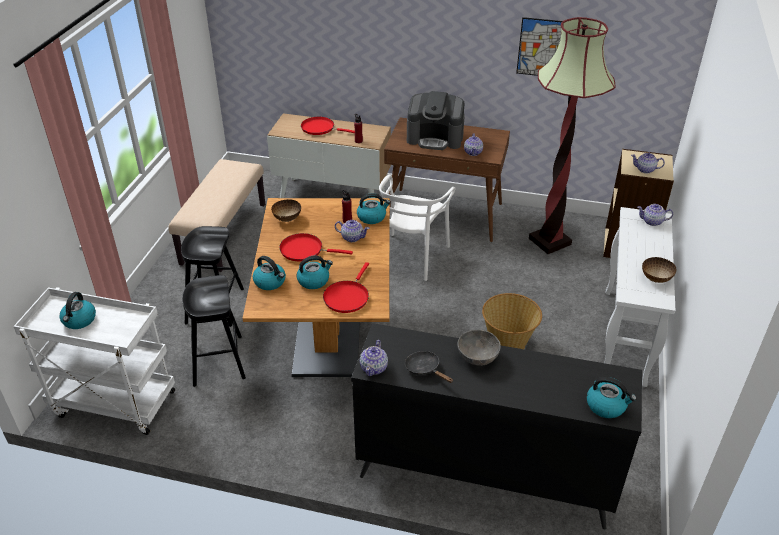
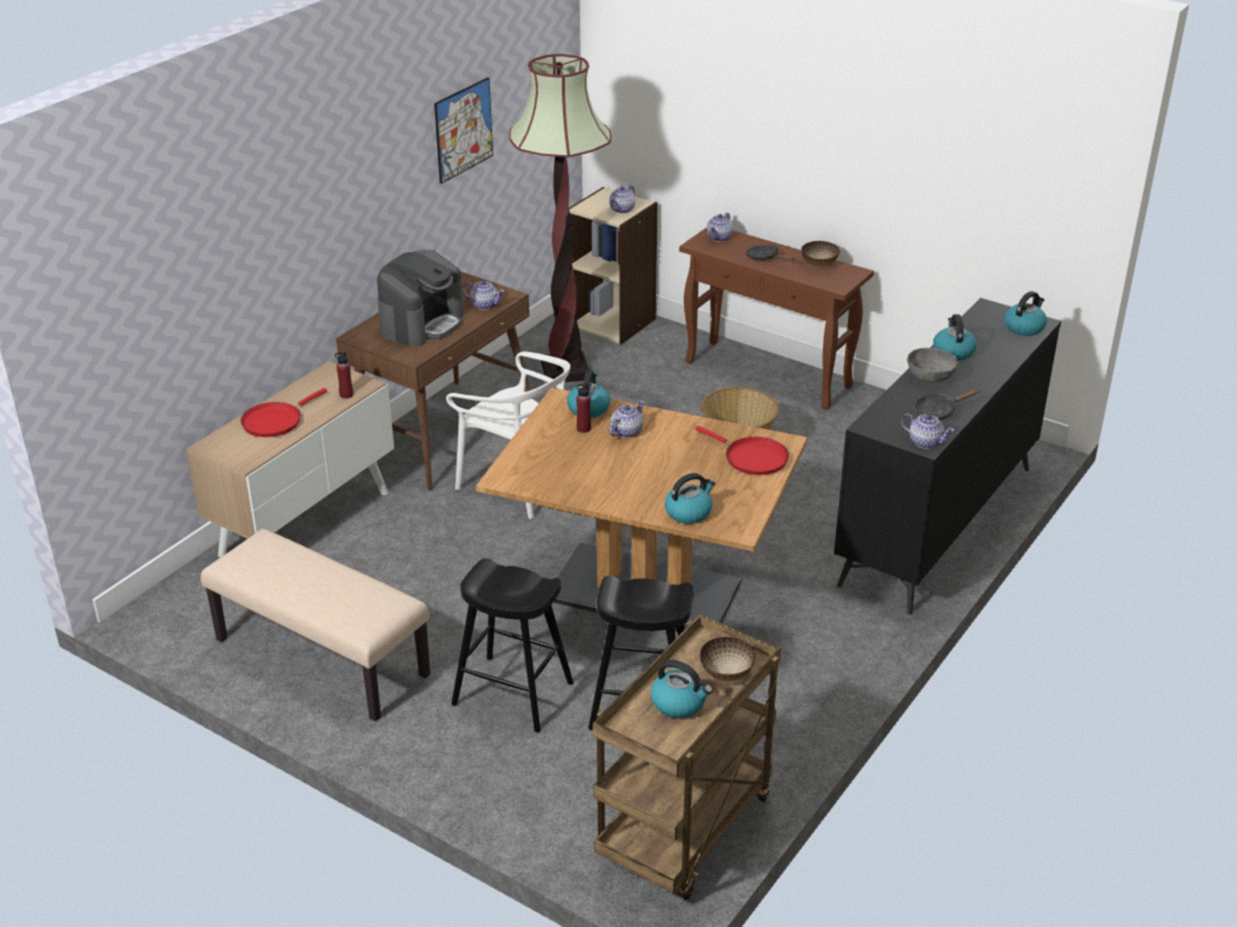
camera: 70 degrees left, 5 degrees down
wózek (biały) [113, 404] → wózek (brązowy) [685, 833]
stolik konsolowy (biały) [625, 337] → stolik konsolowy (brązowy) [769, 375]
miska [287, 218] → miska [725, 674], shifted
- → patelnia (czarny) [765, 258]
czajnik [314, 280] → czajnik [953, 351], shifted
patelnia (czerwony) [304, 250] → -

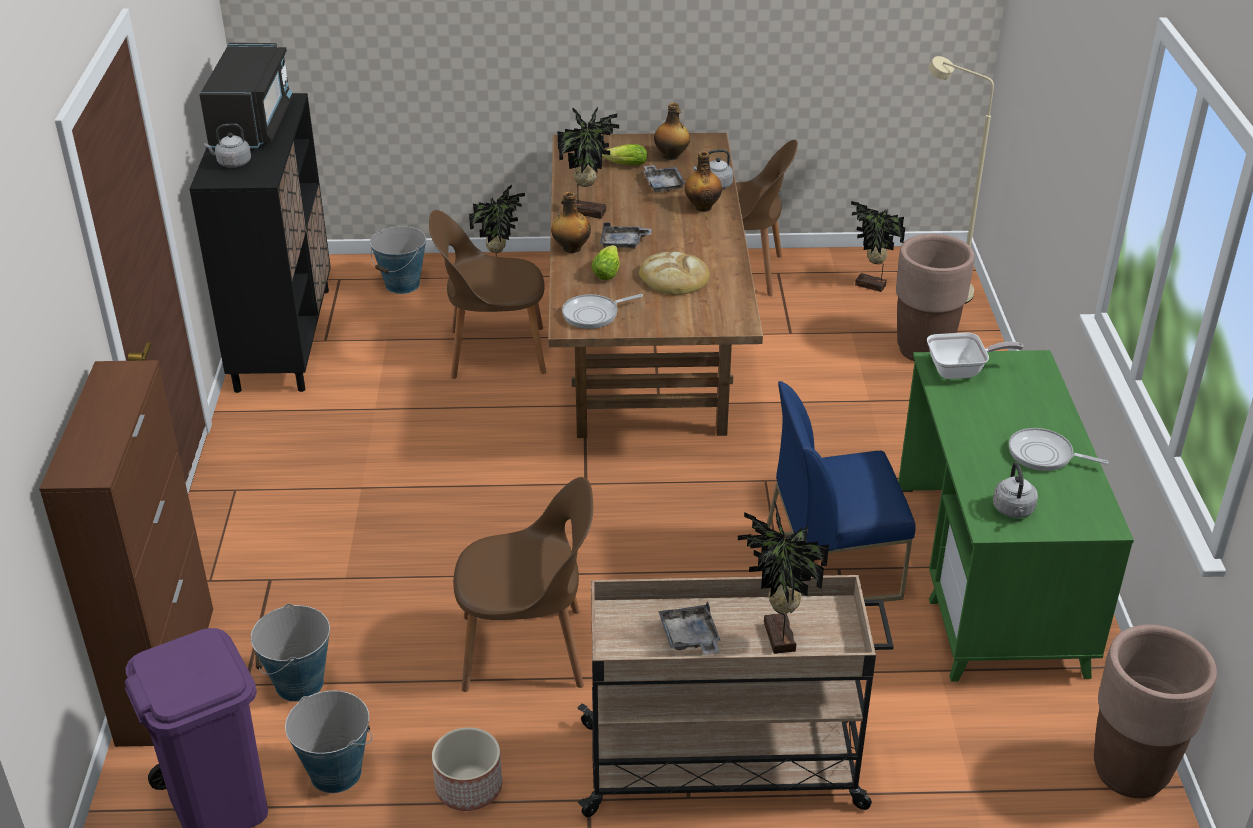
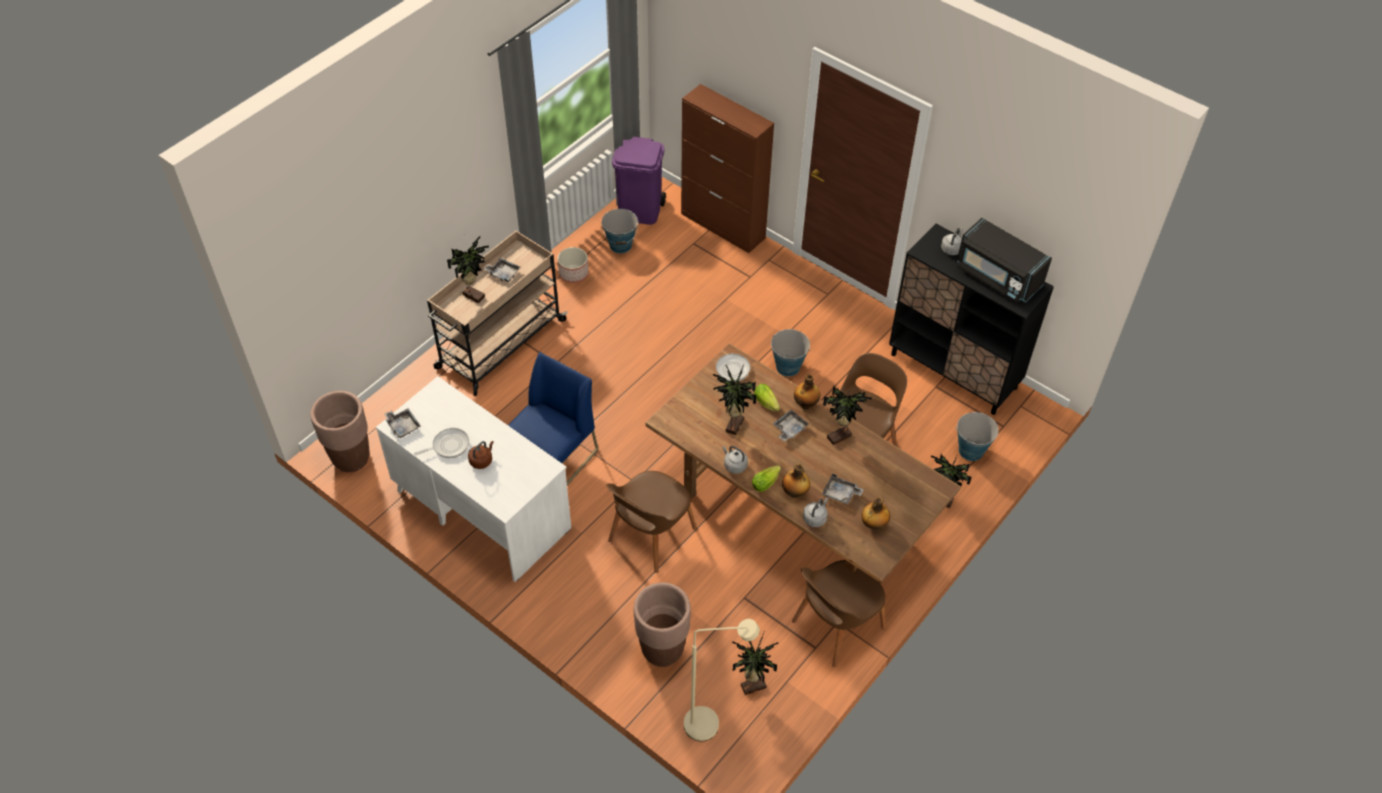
camera: 130 degrees right, 15 degrees up
biurko (zielony) [990, 580] → biurko (biały) [480, 509]
- → taca (szary) [403, 426]
- → czajnik (brązowy) [482, 460]
krzesło (brązowy) [527, 650] → krzesło (brązowy) [650, 536], shifted
chleb [674, 278] → roślina doniczkowa [732, 425]
czajnik (szary) [1013, 511] → czajnik (szary) [734, 465], shifted
sałata [624, 165] → sałata [767, 482], shifted
wiadro [299, 684] → wiadro [787, 367], shifted
patelnia [961, 371] → -

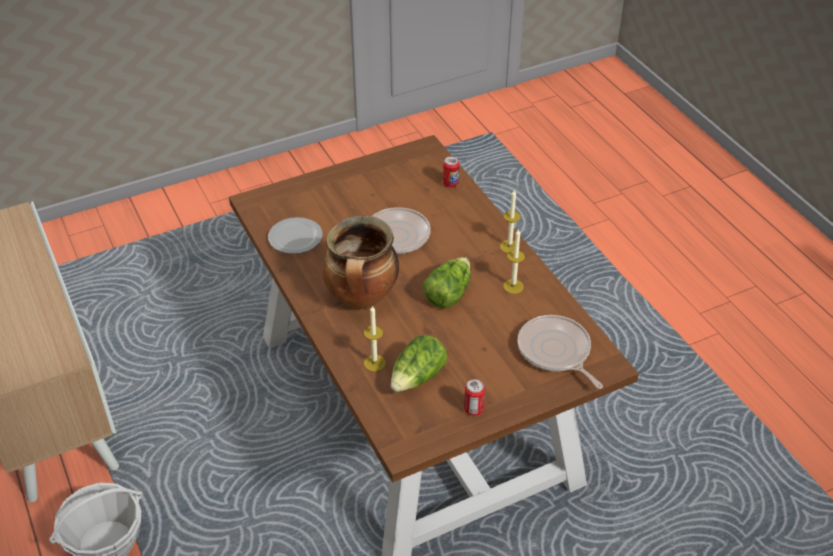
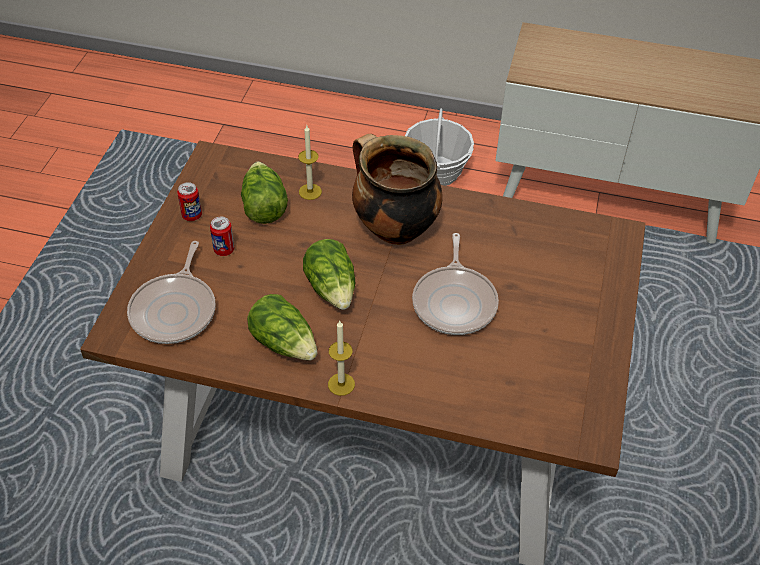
camera: 130 degrees right, 5 degrees up
patelnia [555, 352] → patelnia [175, 310], 90 degrees clockwise
puszka [450, 184] → puszka [224, 250], shifted
świeca [513, 286] → sałata [285, 343]
talerz [294, 237] → -

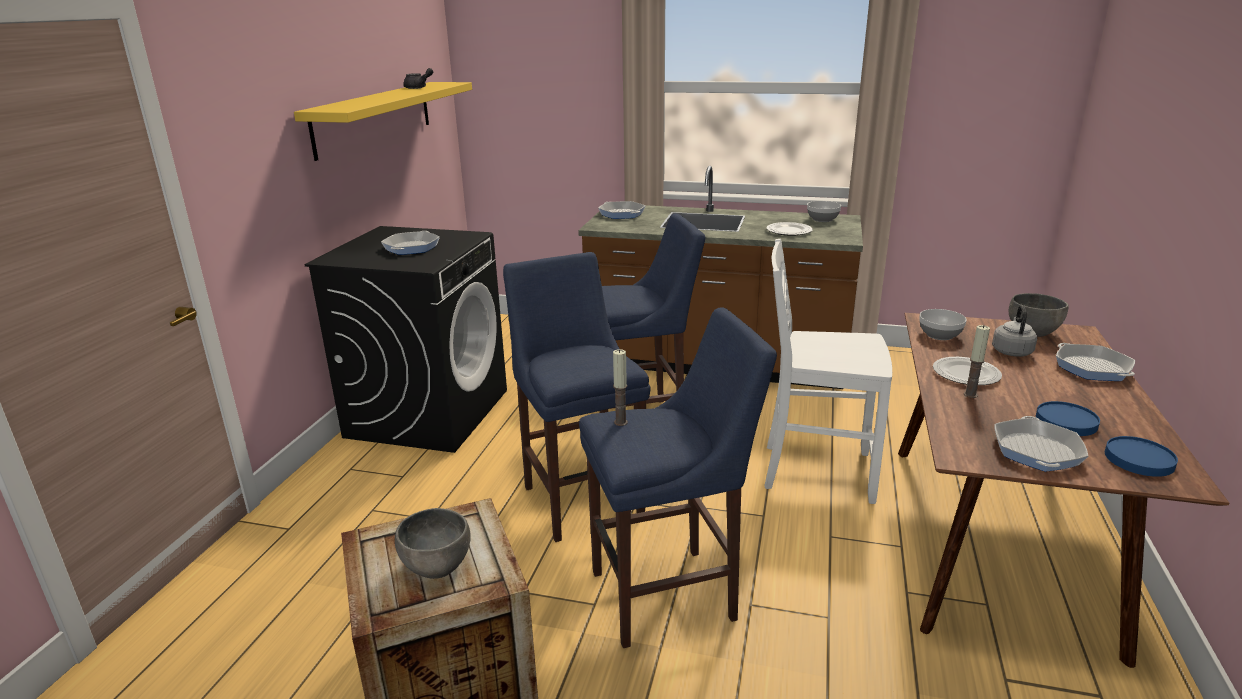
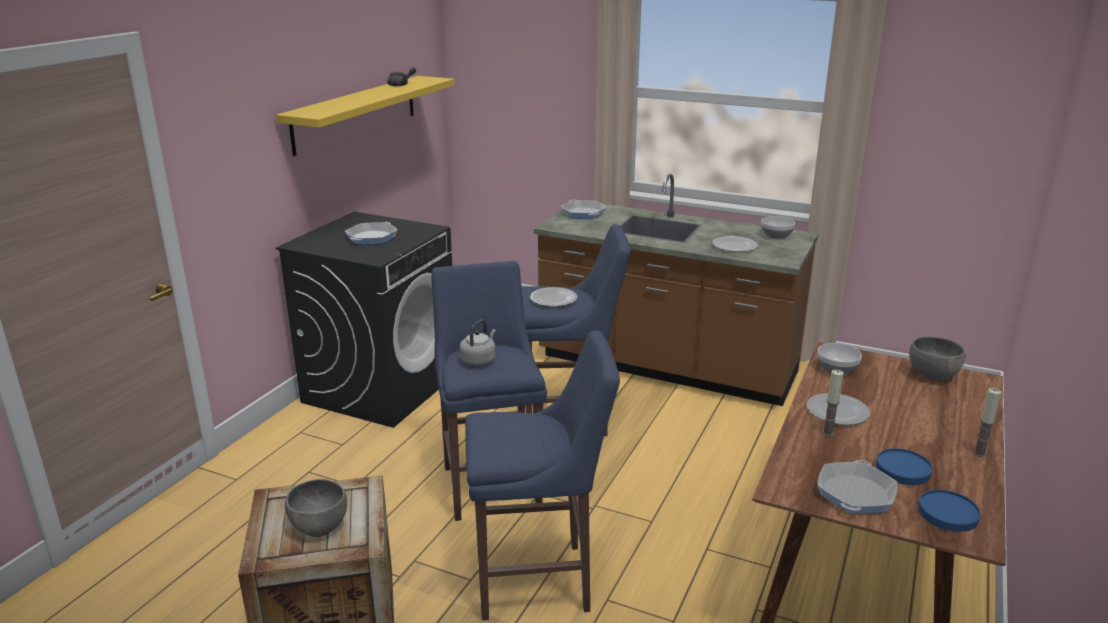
camera: 10 degrees right, 0 degrees up
czajnik (szary) [1011, 351] → czajnik (szary) [479, 360], shifted
- → talerz [554, 299]
świeca [620, 422] → świeca [979, 453], shifted
krzesło (biały) [815, 471] → -
patelnia [1092, 368] → -

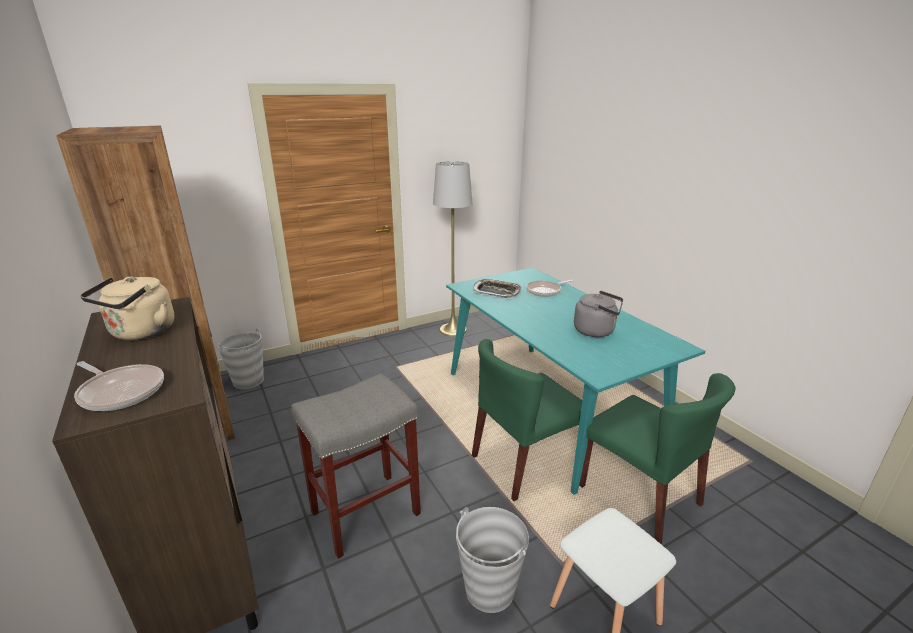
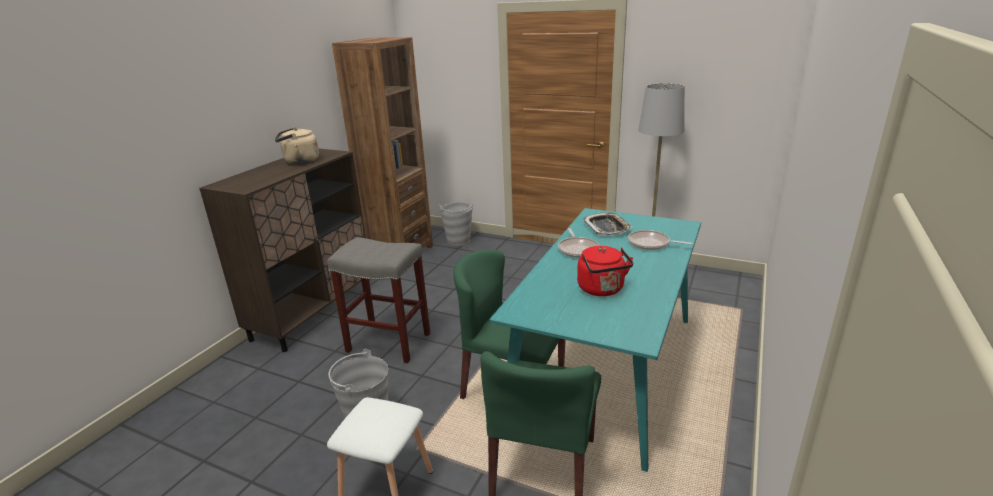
camera: 55 degrees right, 0 degrees up
patelnia [121, 391] → patelnia [577, 249], shifted
czajnik (szary) [596, 331] → czajnik (czerwony) [602, 290]

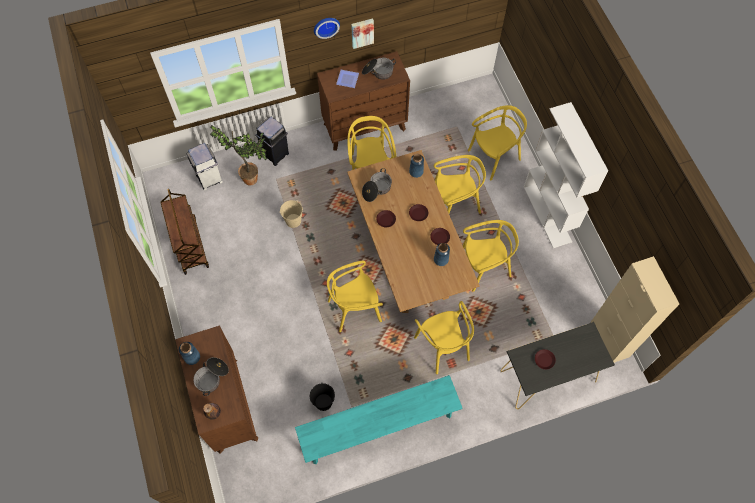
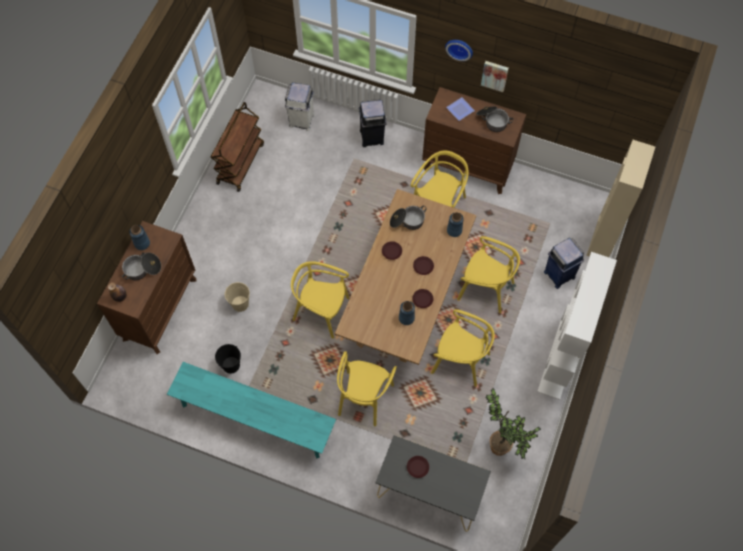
camera: 40 degrees right, 0 degrees up
wiadro (beżowy) [293, 221] → wiadro (beżowy) [240, 303], shifted
roślina doniczkowa [252, 179] → roślina doniczkowa [501, 448], shifted
krzesło (żółty) [494, 157] → kosz na śmieci (niebieski) [559, 274]
szafka (beżowy) [609, 339] → szafka (beżowy) [602, 239], shifted

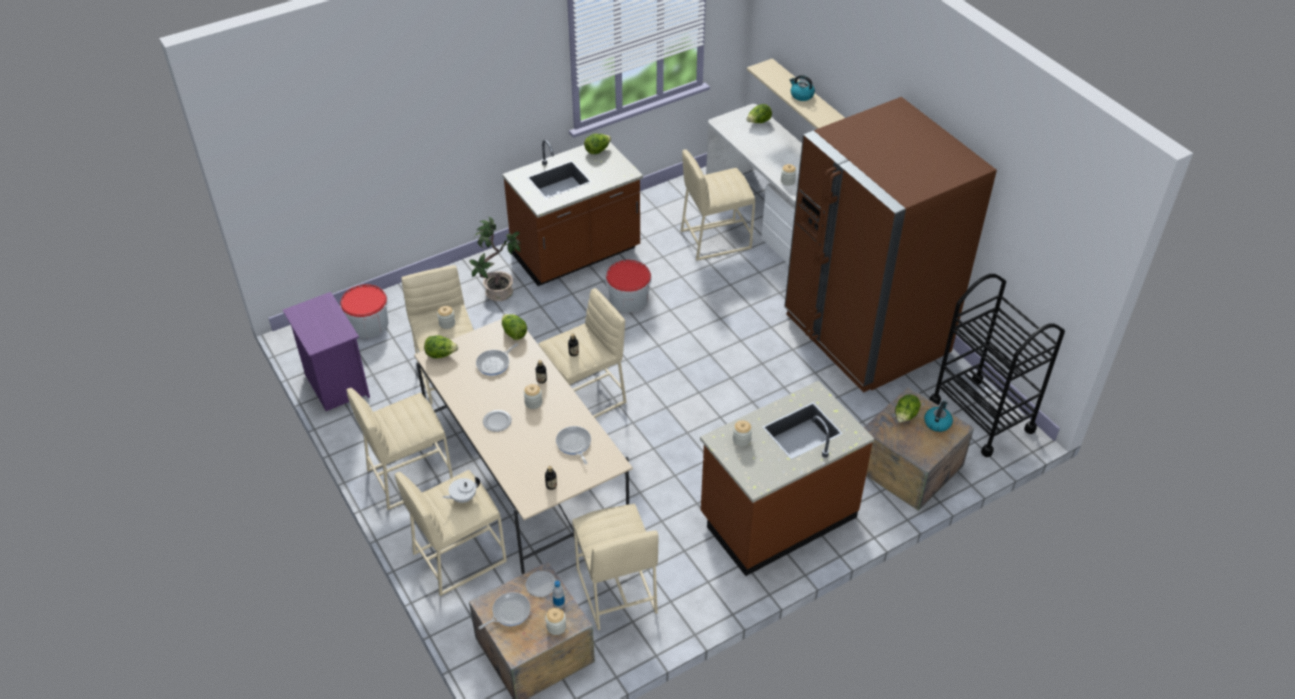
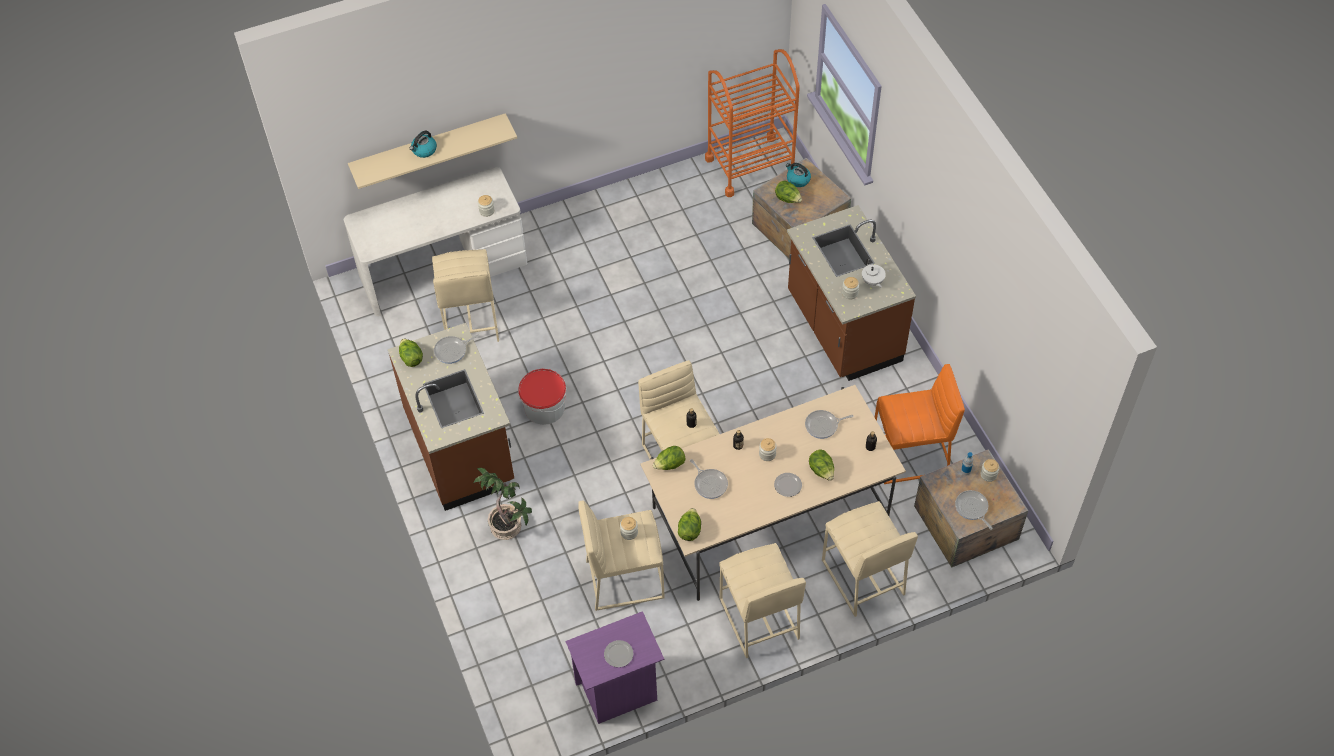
camera: 80 degrees left, 10 degrees up
- → patelnia [452, 351]
talerz [541, 585] → talerz [619, 654], shifted
wózek (czarny) [981, 416] → wózek (pomarańczowy) [750, 166]
sałata [758, 122] → sałata [821, 471], shifted
imbryk (biały) [463, 497] → imbryk (biały) [872, 281], shifted
stołek (beżowy) [615, 591] → stołek (pomarańczowy) [910, 456]
wiadro [368, 324] → -
lodówka (brązowy) [866, 333] → -

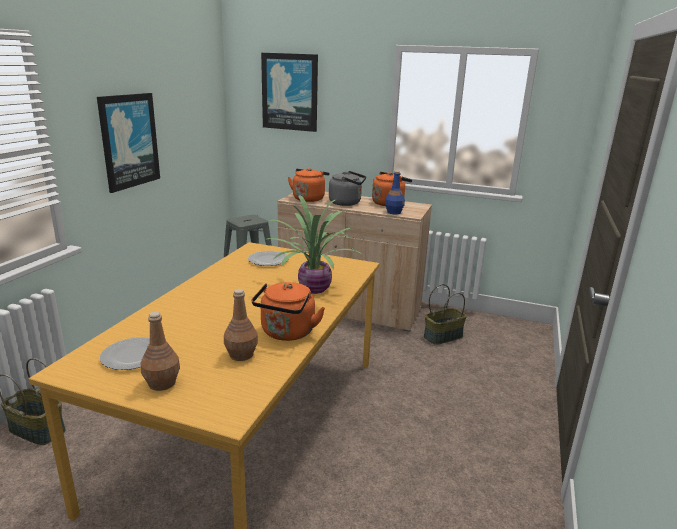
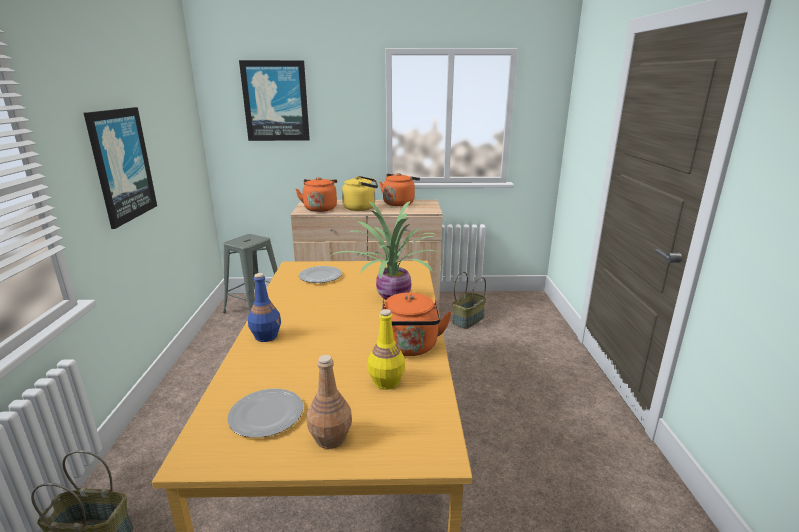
camera: 20 degrees left, 0 degrees up
butelka (niebieski) [394, 212] → butelka (niebieski) [266, 336], shifted
czajnik (szary) [347, 203] → czajnik (żółty) [361, 208]
butelka (brązowy) [241, 355] → butelka (żółty) [386, 382]

